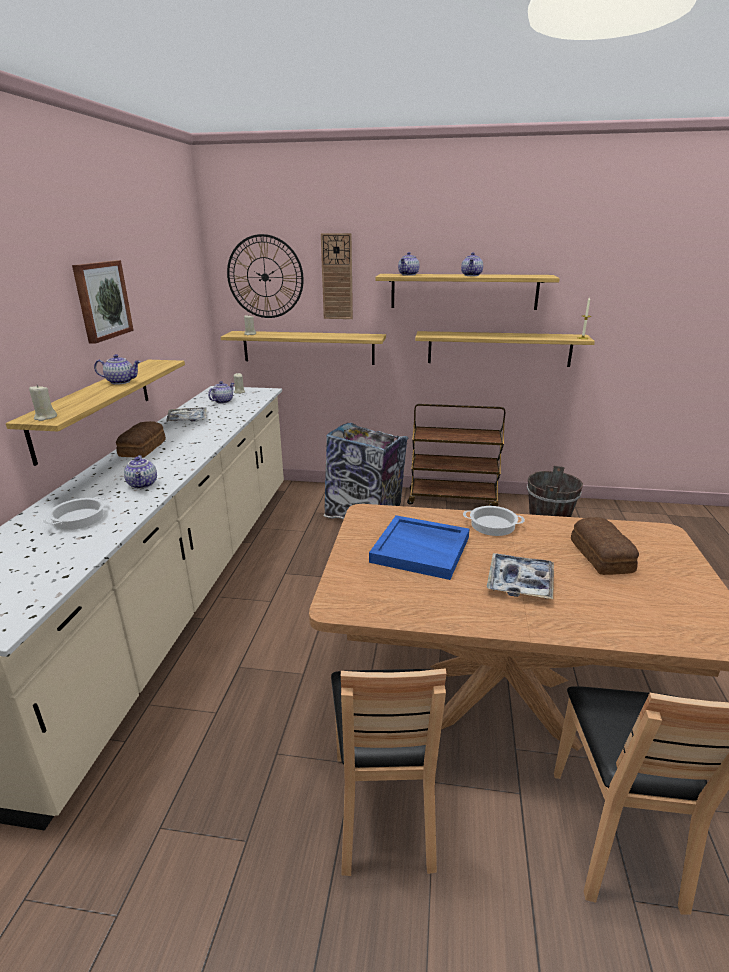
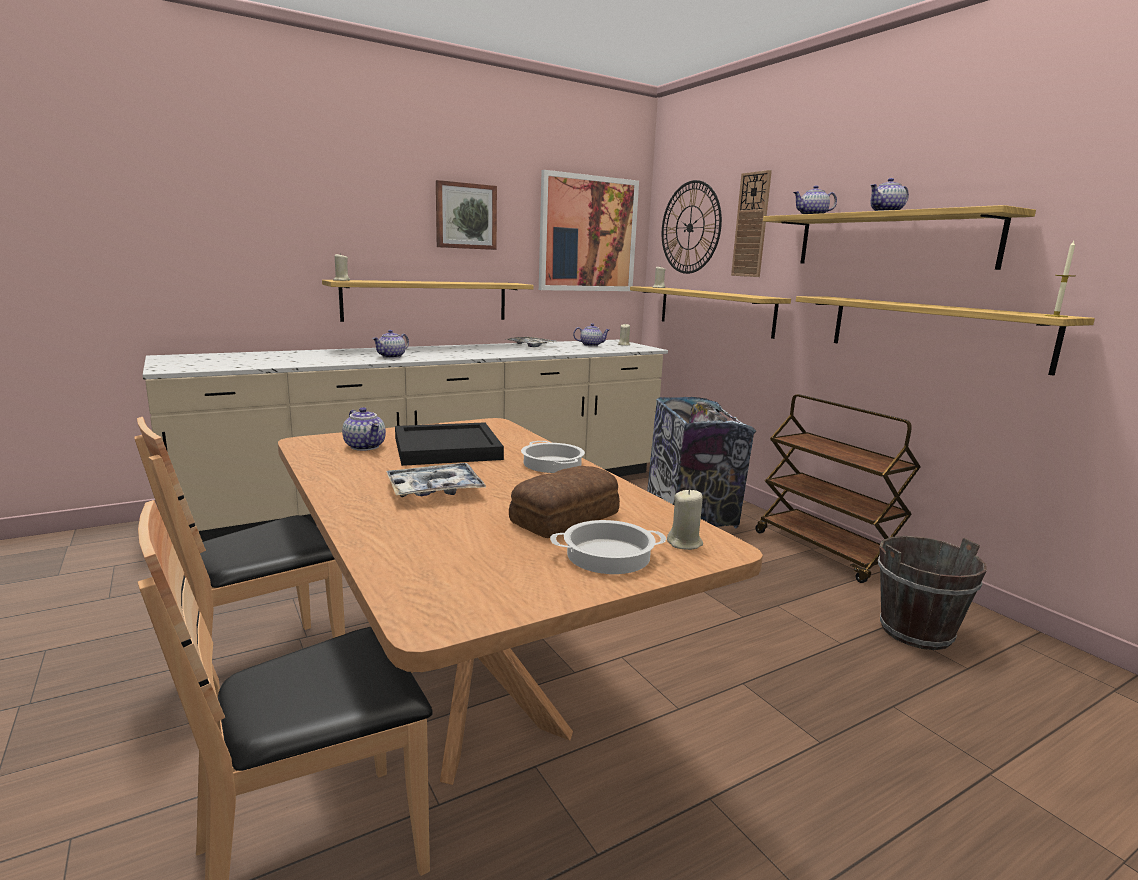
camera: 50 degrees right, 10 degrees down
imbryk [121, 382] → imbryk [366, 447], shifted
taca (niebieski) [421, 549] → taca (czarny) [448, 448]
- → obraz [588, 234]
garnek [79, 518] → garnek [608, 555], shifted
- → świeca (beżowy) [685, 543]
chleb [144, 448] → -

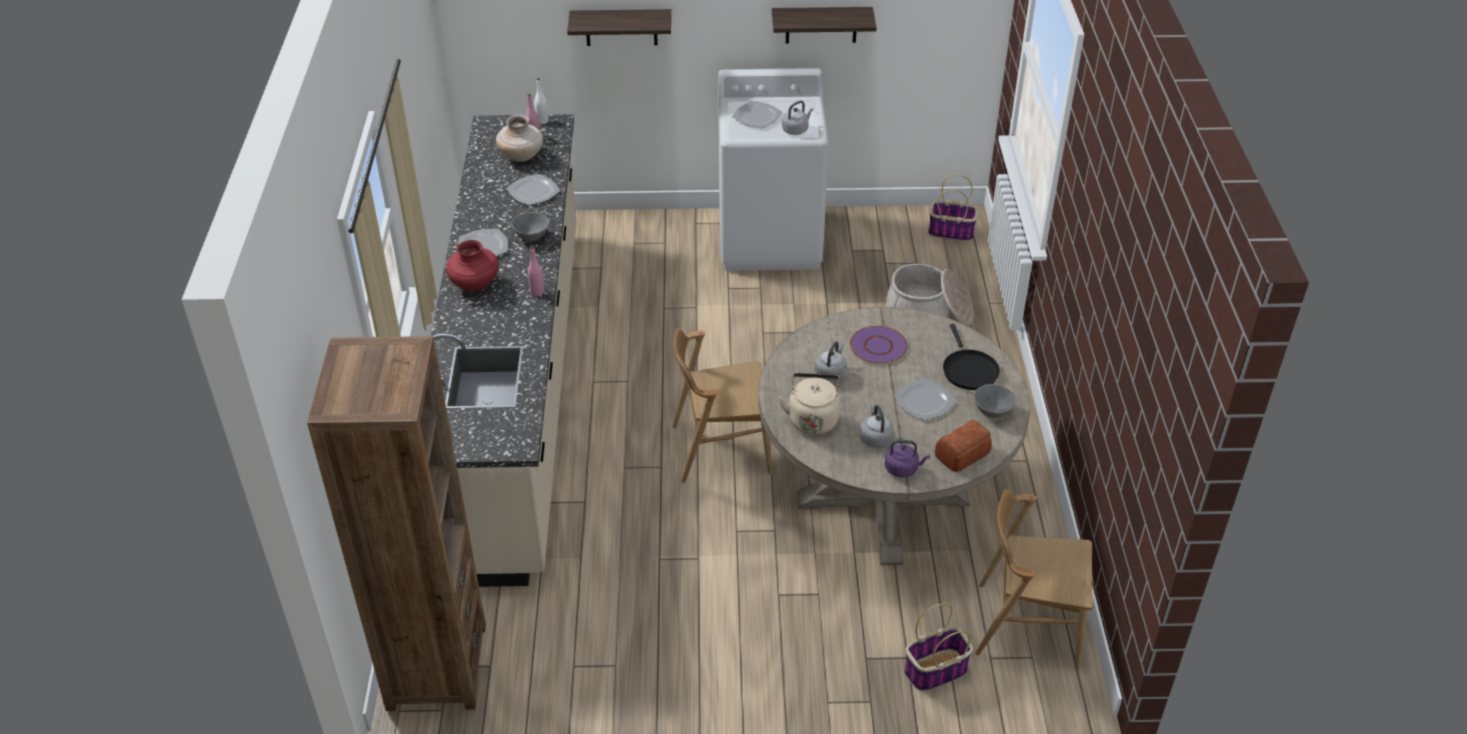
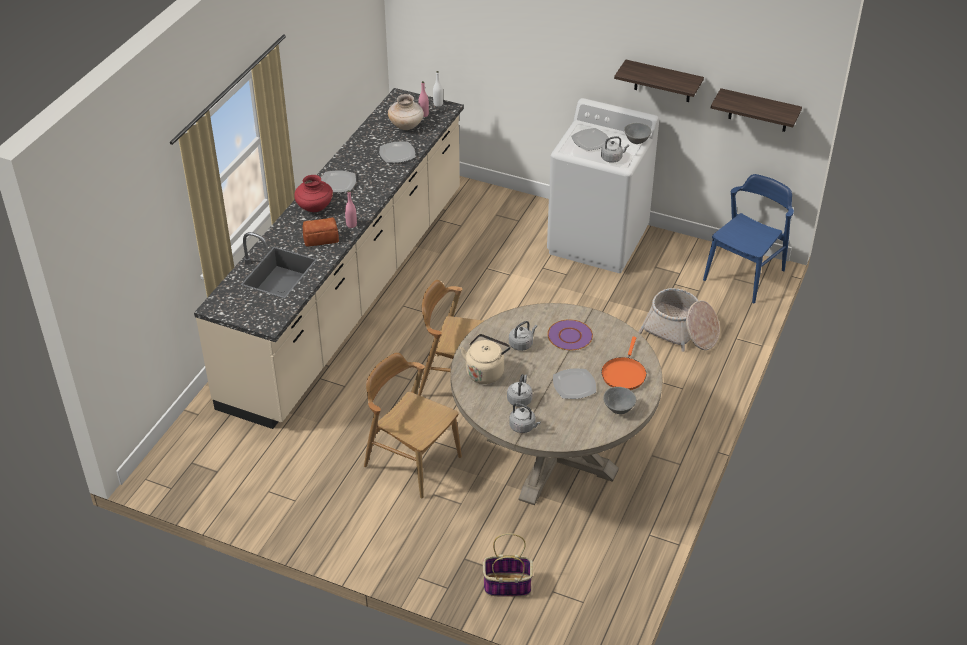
camera: 25 degrees right, 0 degrees up
chleb [963, 454] → chleb [322, 238], shifted
krzesło (brązowy) [1027, 625] → krzesło (brązowy) [412, 461], shifted
czajnik (fioletowy) [903, 469] → czajnik (szary) [523, 427]
patelnia (czarny) [968, 370] → patelnia (pomarańczowy) [624, 374]
miska (szary) [532, 237] → miska (szary) [636, 141], shifted
koszyk [951, 232] → krzesło (niebieski) [744, 275]
półka [621, 27] → półka [758, 111], shifted
regał (brązowy) [436, 666] → -

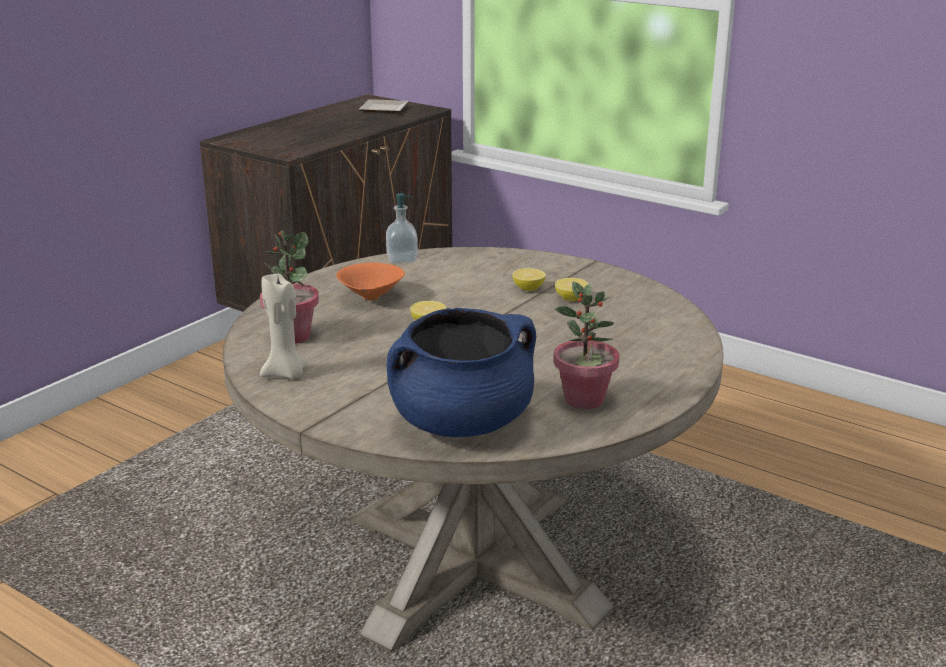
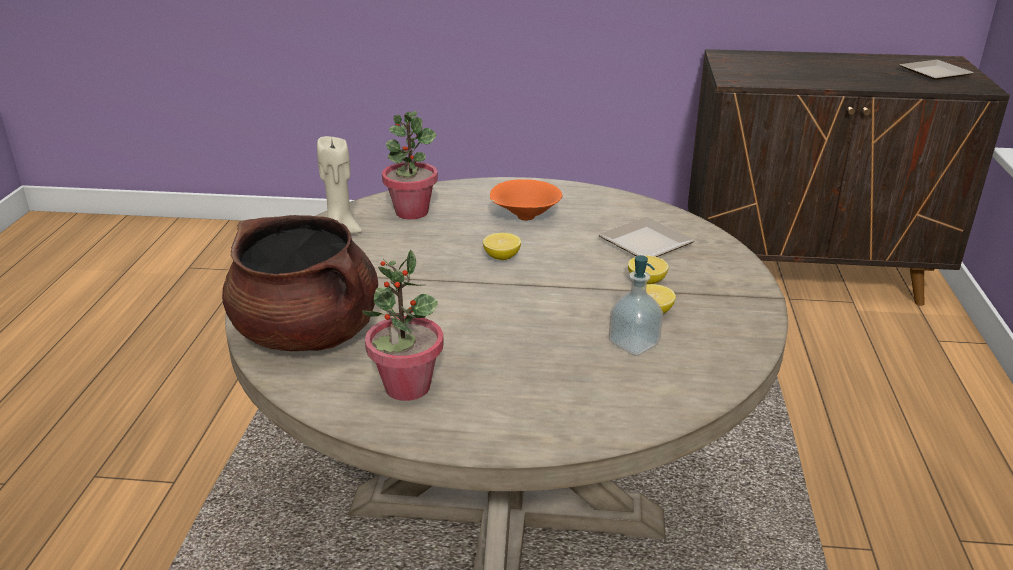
camera: 60 degrees right, 5 degrees up
garnek (niebieski) [462, 422] → garnek (brązowy) [308, 334]
- → talerz [649, 243]
dozownik mydła [402, 259] → dozownik mydła [633, 344], shifted

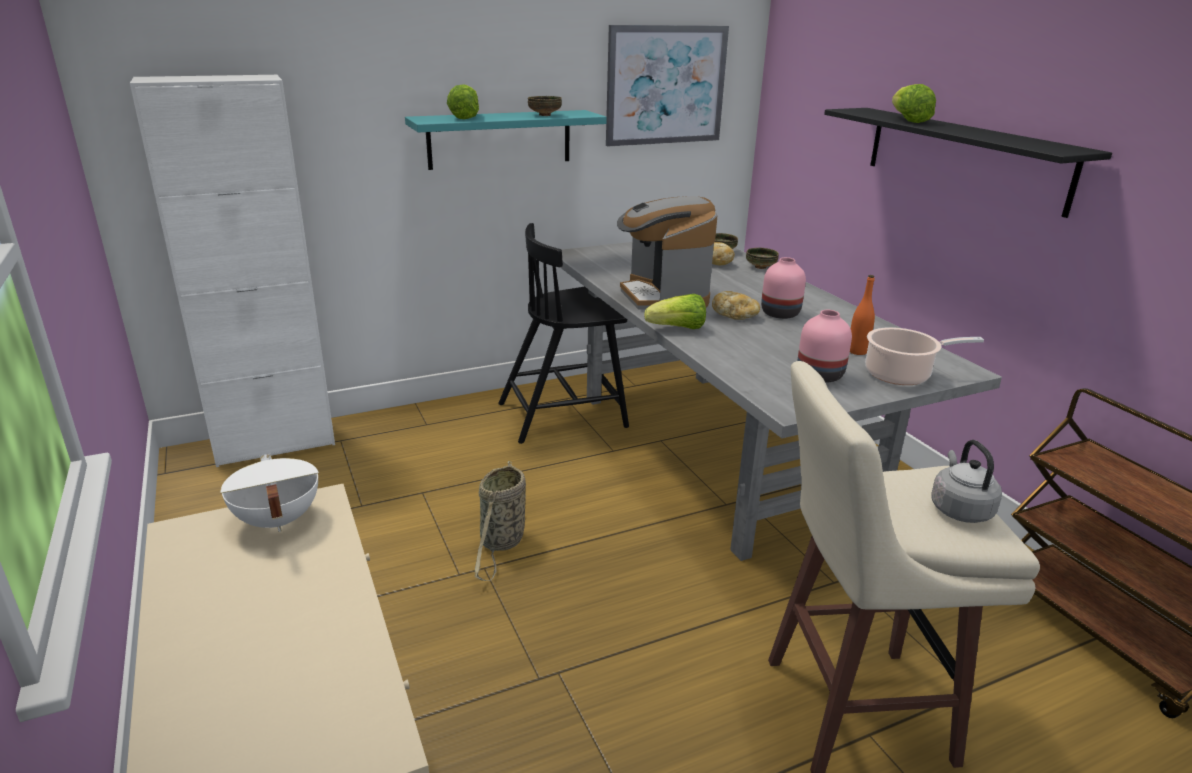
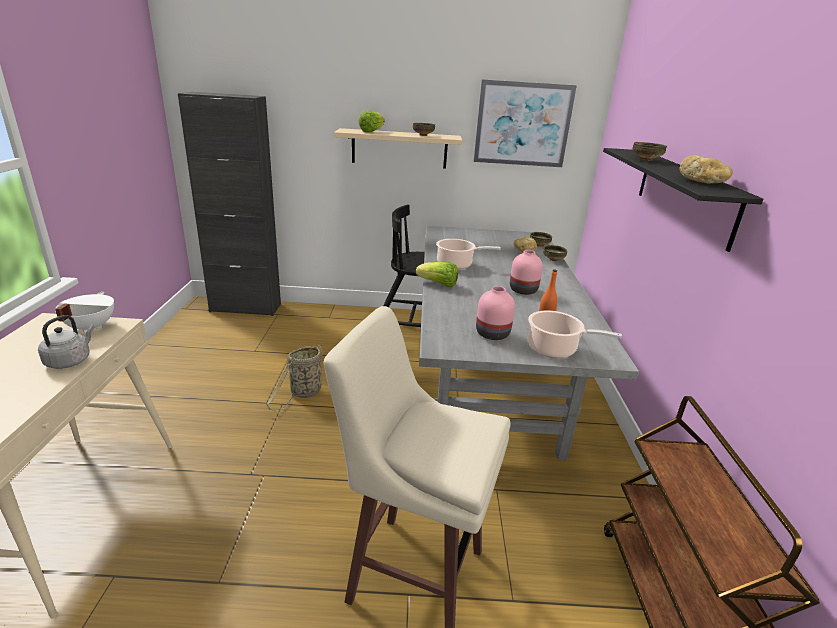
camera: 25 degrees right, 0 degrees up
czajnik (szary) [959, 509] → czajnik (szary) [70, 360], shifted
szafka (biały) [275, 444] → szafka (czarny) [245, 307]
półka (turkusowy) [500, 139] → półka (beżowy) [399, 148]
ekspres do kawy [663, 297] → garnek [457, 265]
sałata [907, 120] → miska [645, 160]
chleb [735, 316] → chleb [702, 182], shifted

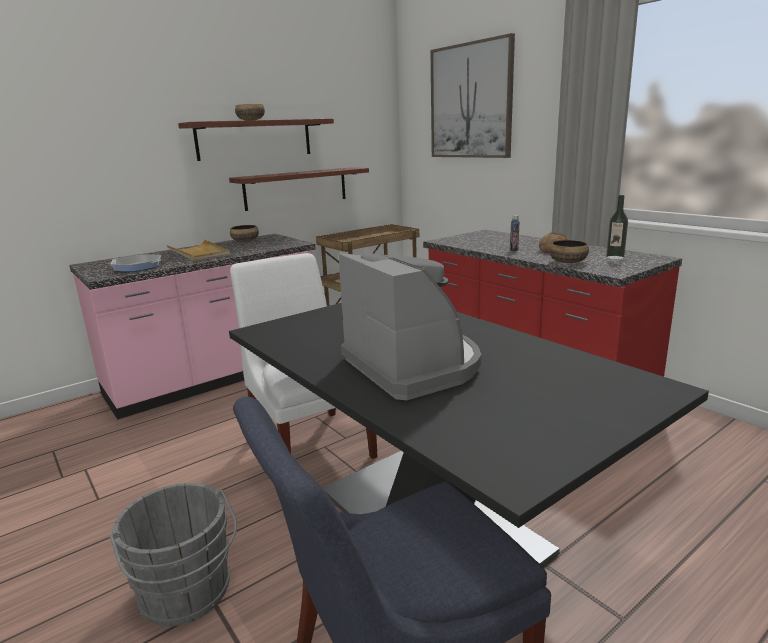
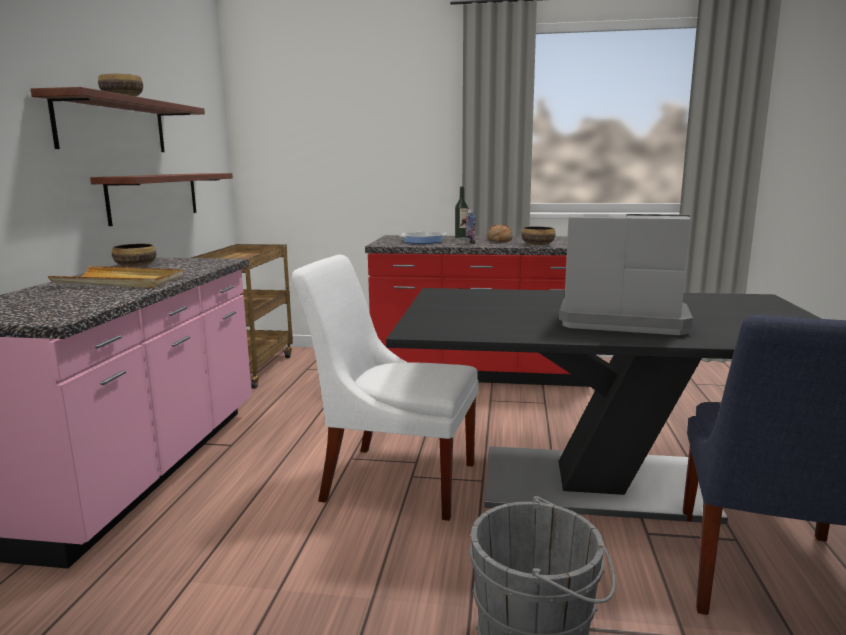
camera: 45 degrees left, 5 degrees down
patelnia [137, 267] → patelnia [423, 241], shifted
butelka [615, 257] → butelka [461, 238], shifted
obraz [470, 101] → -

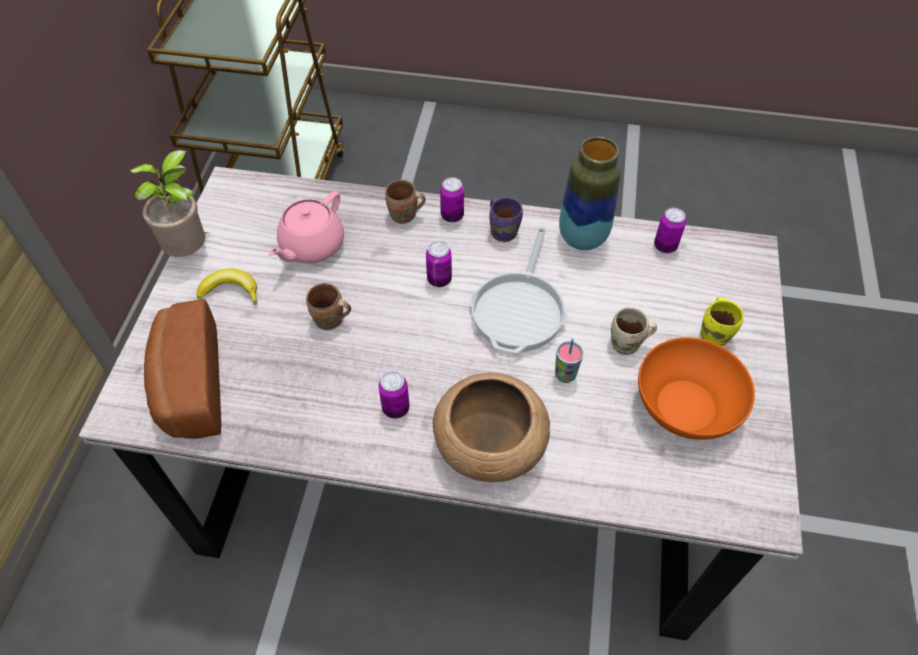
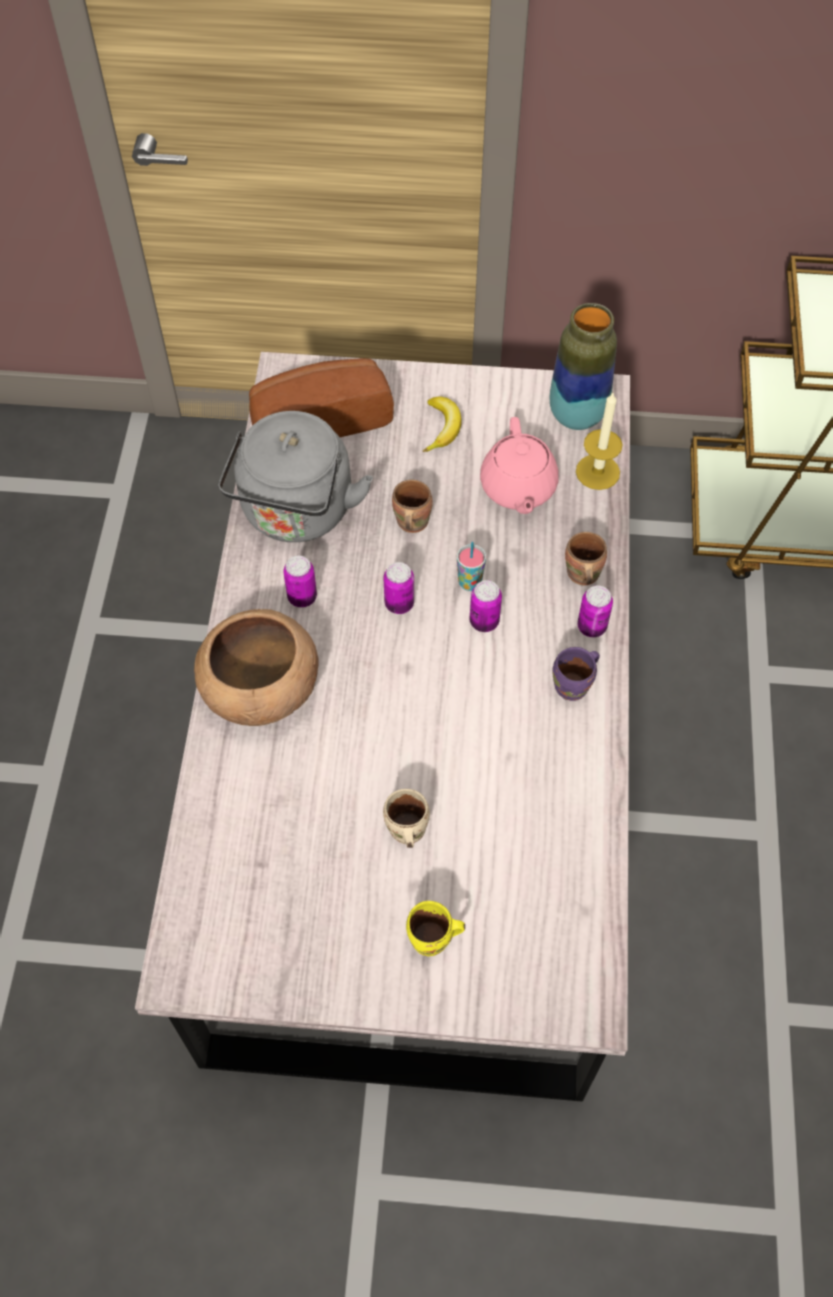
camera: 85 degrees right, 5 degrees up
- → czajnik (szary) [296, 514]
puszka [665, 246] → puszka [399, 603], shifted
filiżanka [565, 375] → filiżanka [469, 582], shifted
imbryk (różowy) [311, 246] → imbryk (różowy) [517, 488], 120 degrees counterclockwise
wazon [582, 238] → wazon [577, 415], shifted
- → świeca [597, 472]
roślina doniczkowa [191, 251] → -
patelnia [519, 309] → -
miska (pomarańczowy) [685, 406] → -

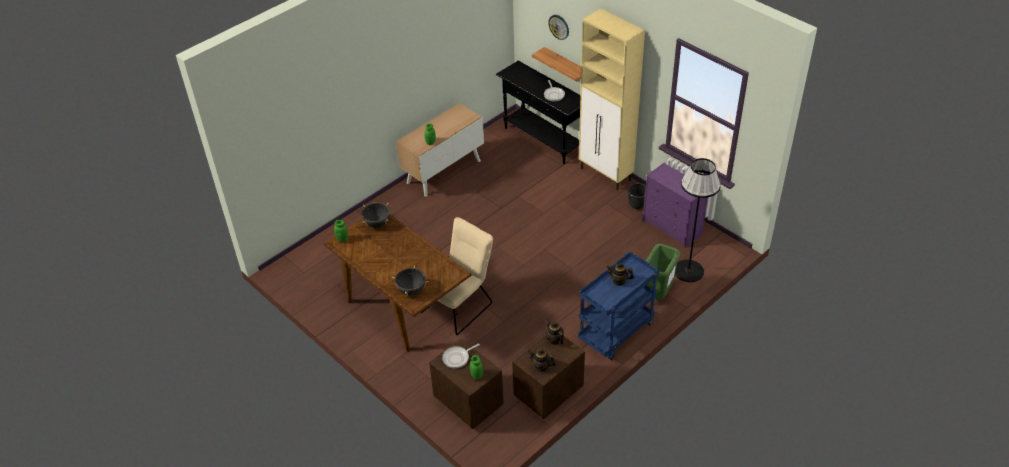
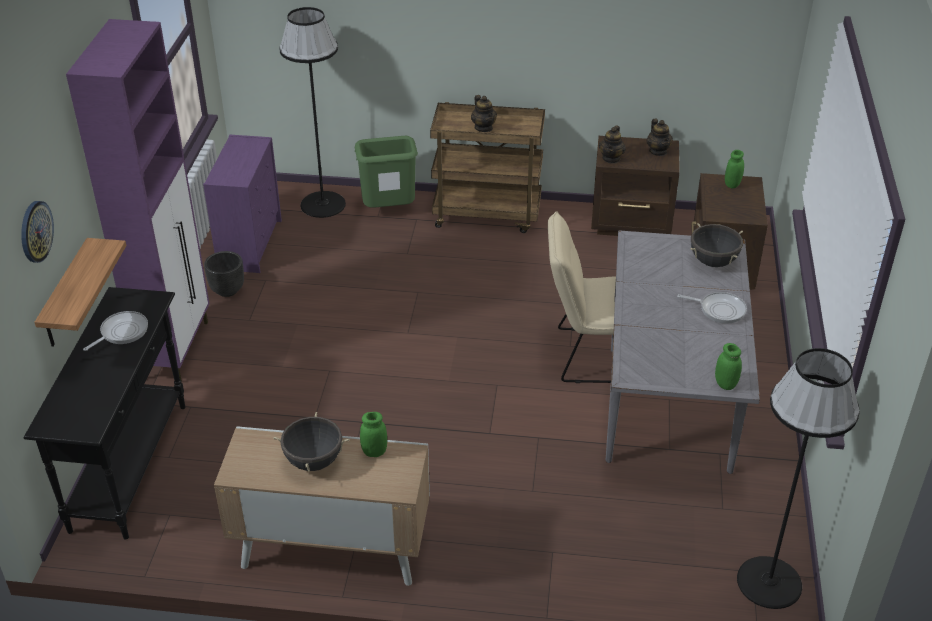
camera: 130 degrees left, 5 degrees down
szafka (beżowy) [606, 174] → szafka (fioletowy) [176, 349]
garnek (czarny) [377, 223] → garnek (czarny) [314, 461], shifted
wózek (niebieski) [616, 334] → wózek (brązowy) [487, 214]
stół jadalny (brązowy) [403, 308] → stół jadalny (szary) [668, 406]
patelnia [457, 358] → patelnia [719, 310], shifted
- → lampa stojąca (czarny) [769, 582]

